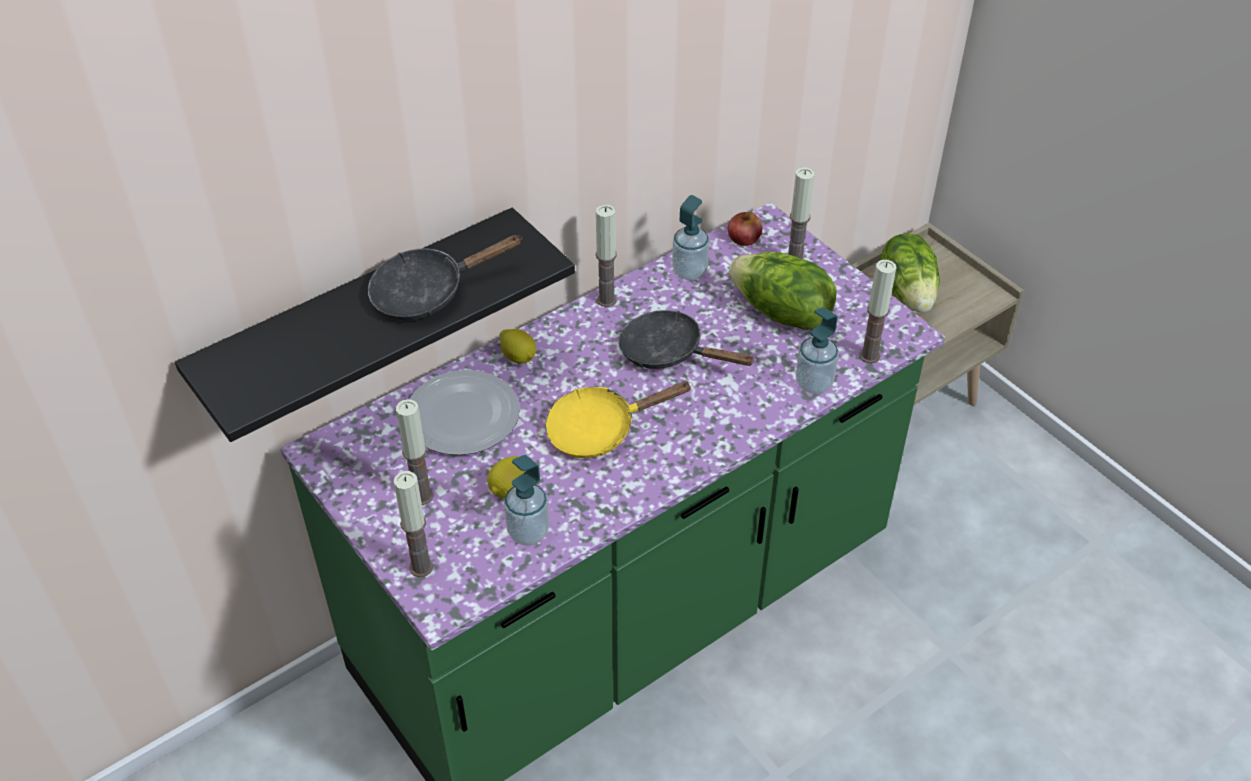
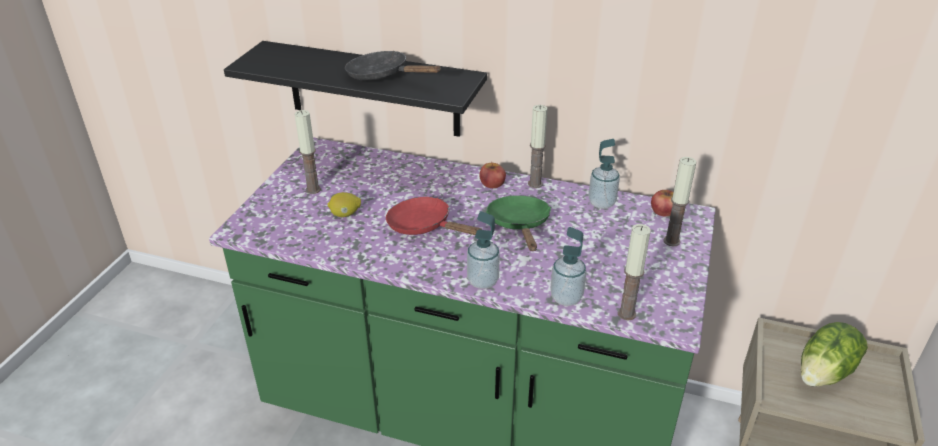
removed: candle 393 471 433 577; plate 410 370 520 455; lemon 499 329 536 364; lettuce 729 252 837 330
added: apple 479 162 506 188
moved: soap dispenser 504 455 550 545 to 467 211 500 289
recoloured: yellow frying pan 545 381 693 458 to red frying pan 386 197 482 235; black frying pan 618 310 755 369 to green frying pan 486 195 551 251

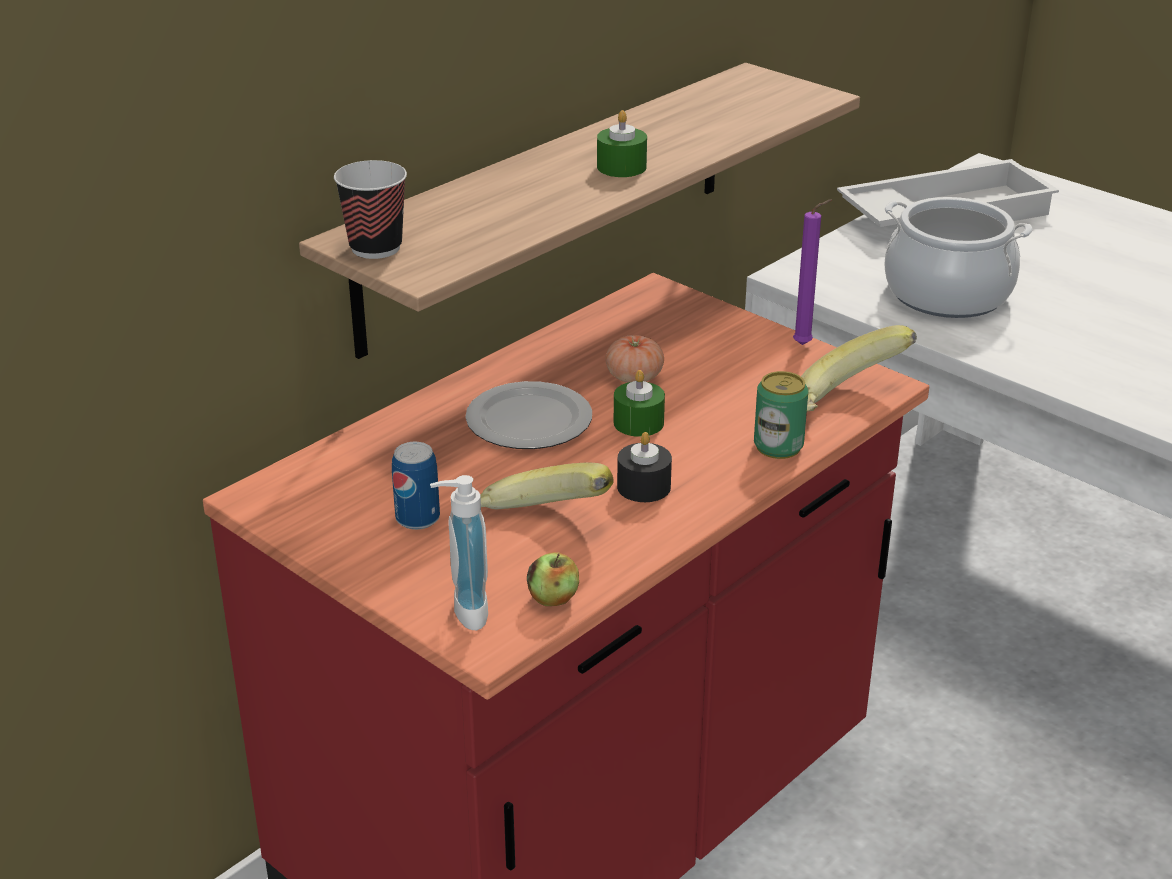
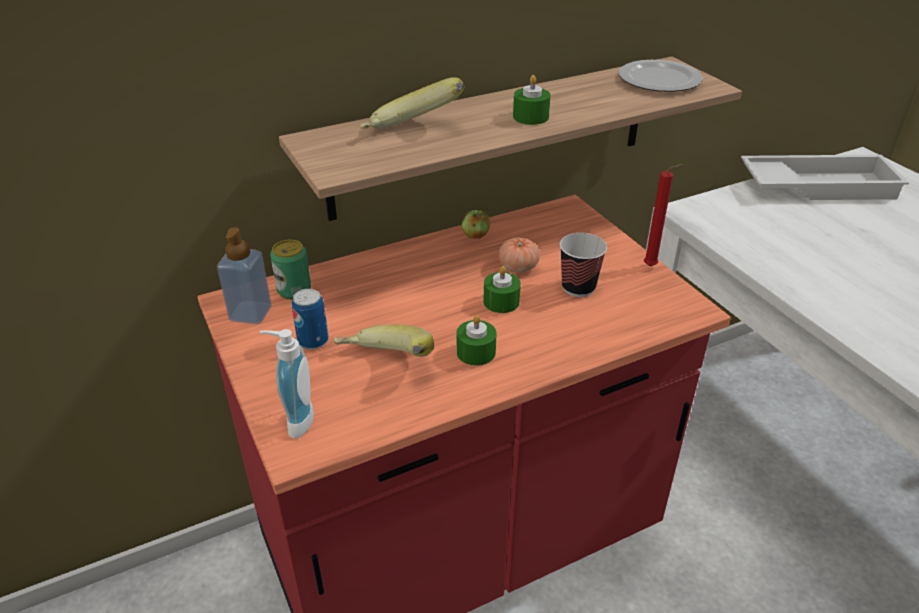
removed: cooking pot 884 197 1033 318
added: soap dispenser 217 227 271 324
moved: cup 334 160 407 259 to 560 233 607 297; plate 465 381 592 449 to 619 60 703 92; apple 527 552 579 606 to 462 210 490 239; can 754 371 808 459 to 270 240 311 300; banana 801 325 917 412 to 360 77 464 129
recoloured: black candle 617 432 672 502 to green candle 457 315 496 366; purple candle 793 199 832 345 to red candle 644 164 682 266

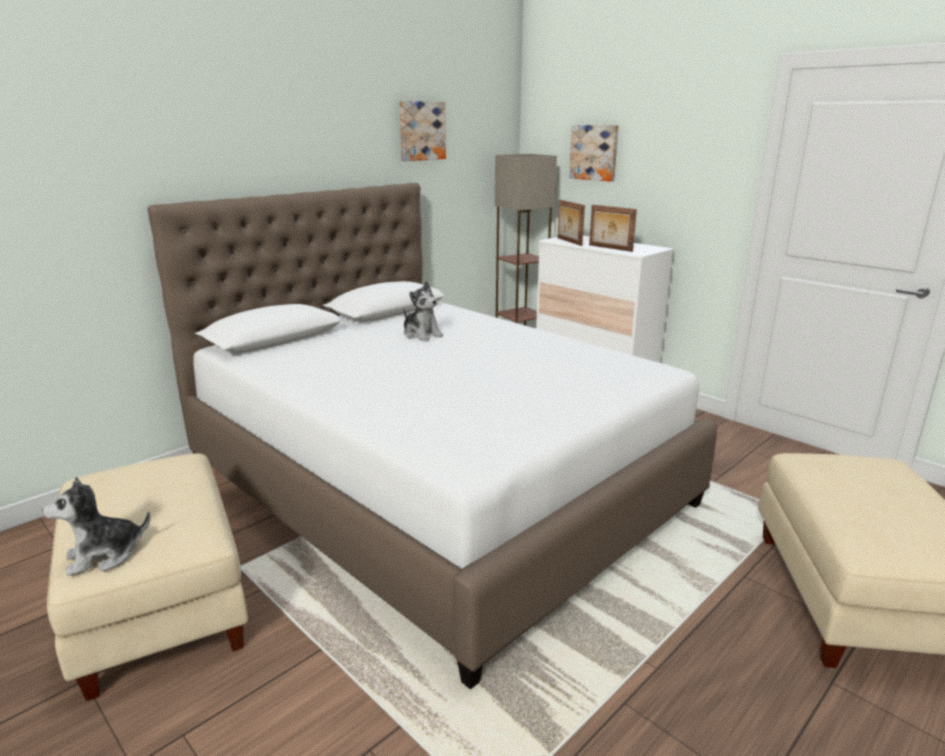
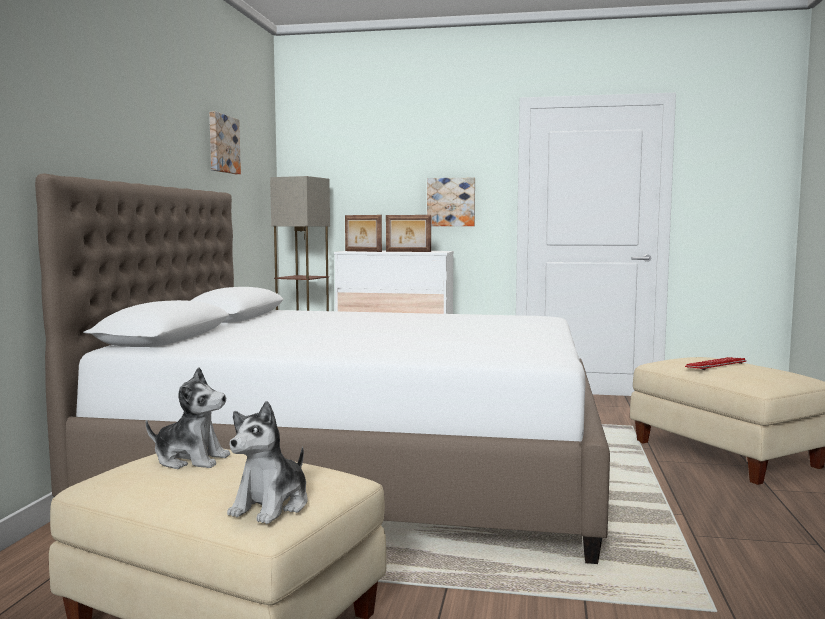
added: keyboard 685 357 747 370
moved: plush toy 403 281 443 341 to 146 367 230 469; picture 569 125 619 182 to 427 178 475 226

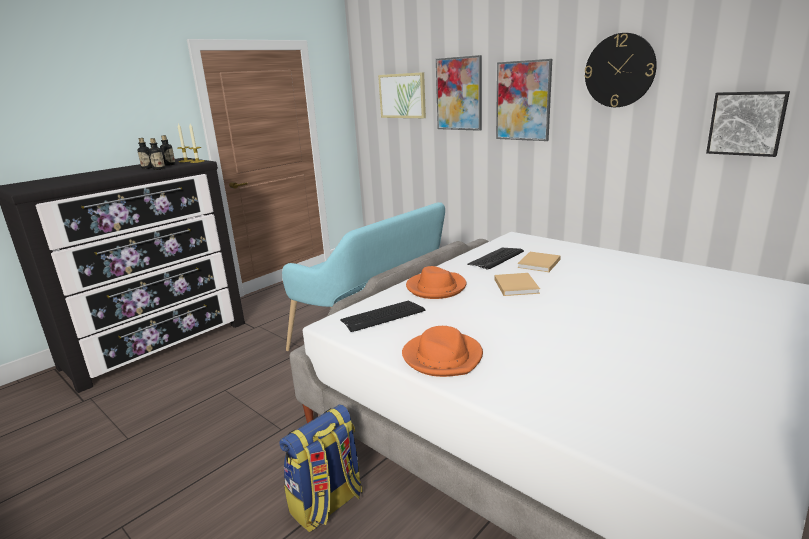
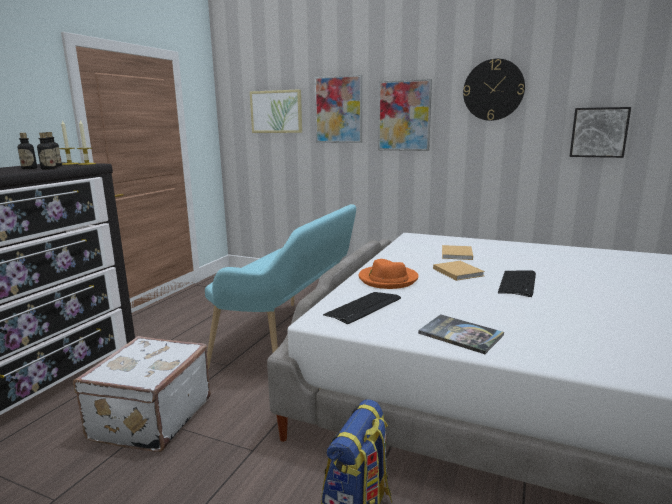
added: white suitcase 73 336 211 453
moved: keyboard 467 248 524 270 to 498 270 536 297
replaced: orange hat 402 326 483 377 to book 418 314 504 354

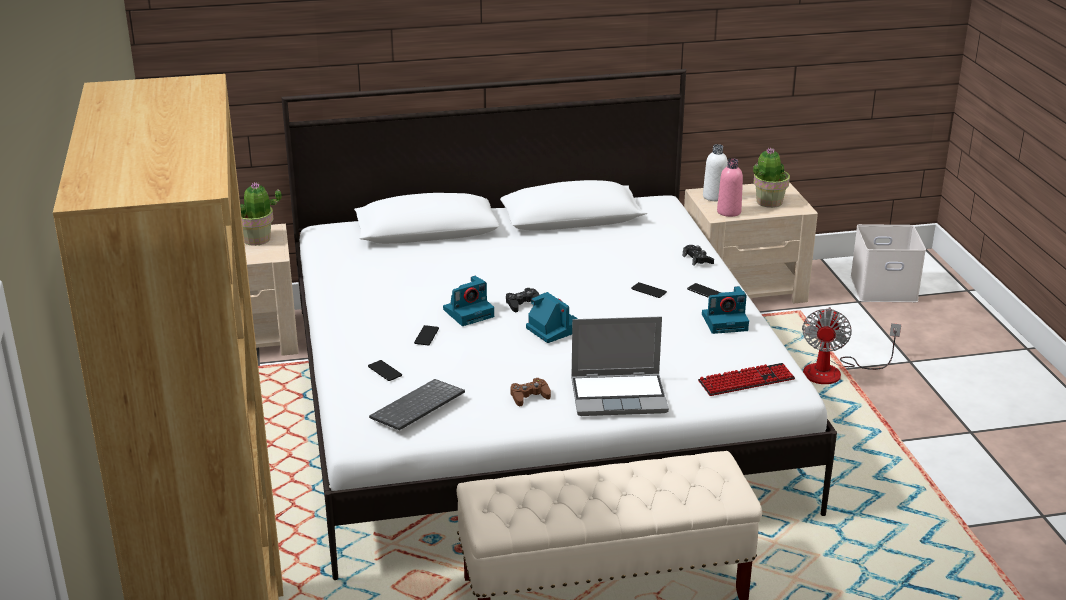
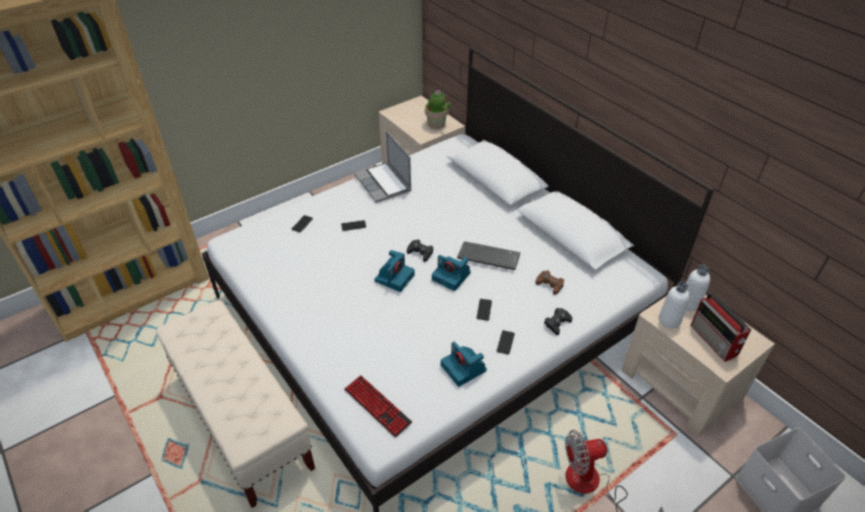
moved: keyboard 369 379 465 431 to 457 241 521 270; photo camera 443 276 494 326 to 432 255 471 291; brown game controller 510 378 551 406 to 536 270 564 295; laptop 571 316 669 416 to 354 131 412 203
replaced: potted plant 753 147 790 208 to radio 690 292 751 362
recoloured: pink bottle 717 158 743 217 to white bottle 659 281 690 328

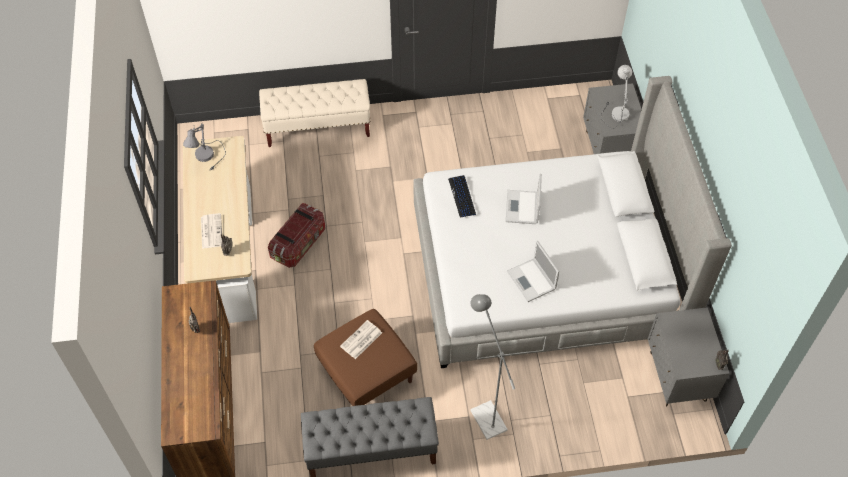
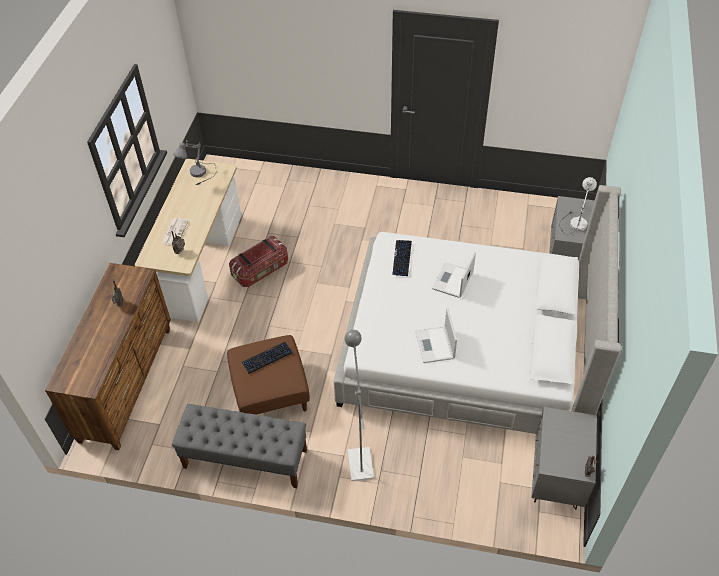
removed: beige bench 259 79 370 147
replaced: newspaper 340 320 382 359 to keyboard 242 342 292 374

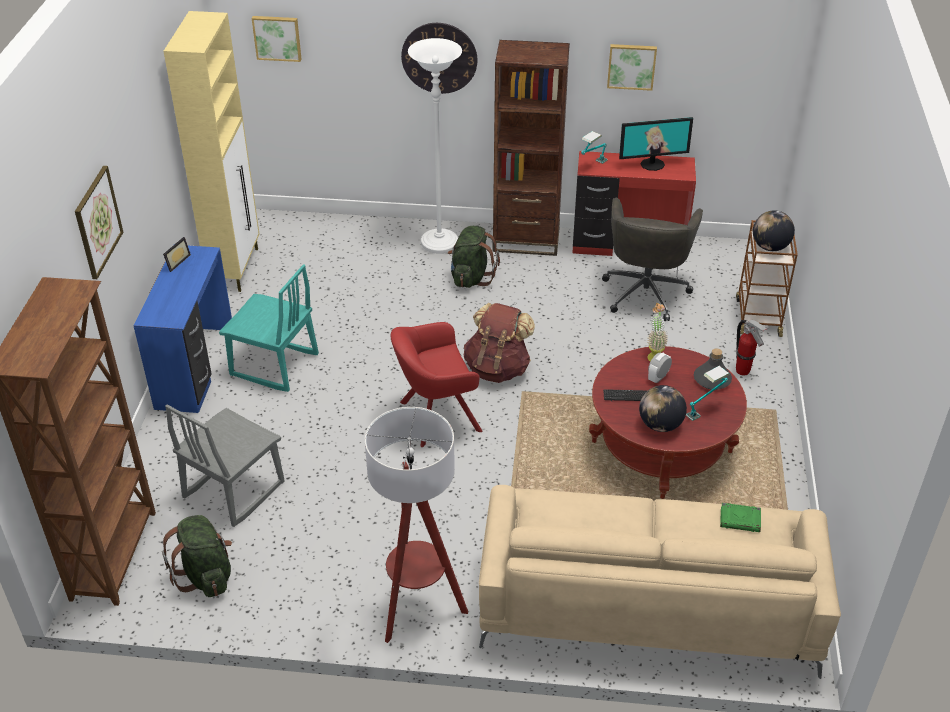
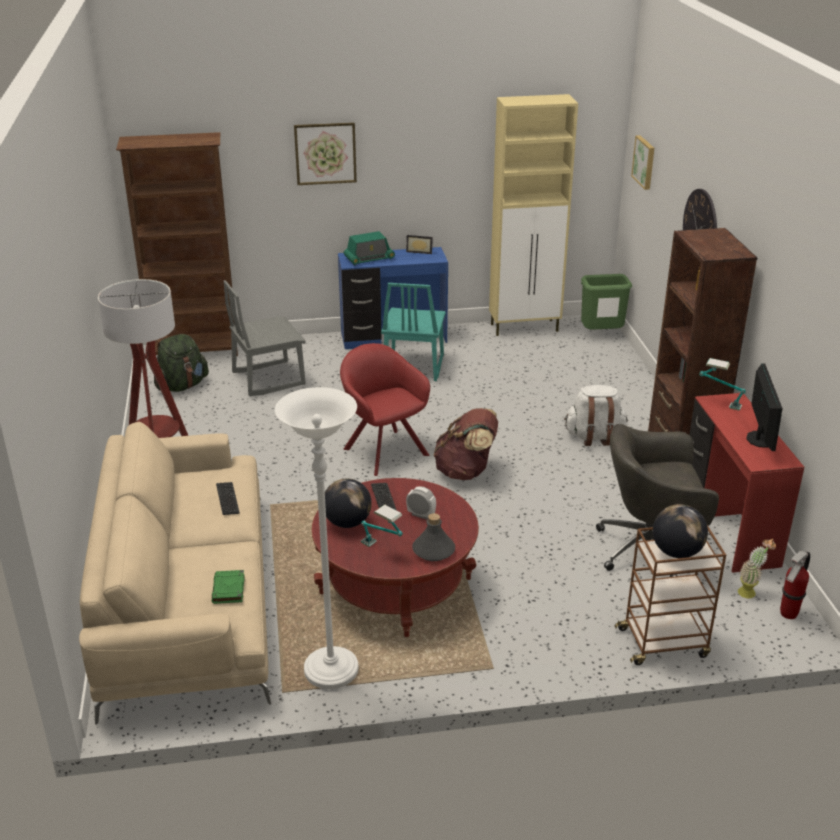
removed: picture 607 44 657 91
added: keyboard 216 482 240 515; radio 344 231 395 265; green trash can 581 274 632 330
moved: white floor lamp 408 38 462 254 to 275 387 359 689; potted plant 647 303 668 362 to 738 539 776 598; fire extinguisher 736 320 767 375 to 780 551 810 619
recoloured: green backpack 448 226 500 288 to white backpack 564 385 627 446
turned: grey chair 165 405 285 527 = 223 280 306 396 45 degrees counterclockwise; monitor 619 117 693 171 = 746 363 782 451 150 degrees counterclockwise

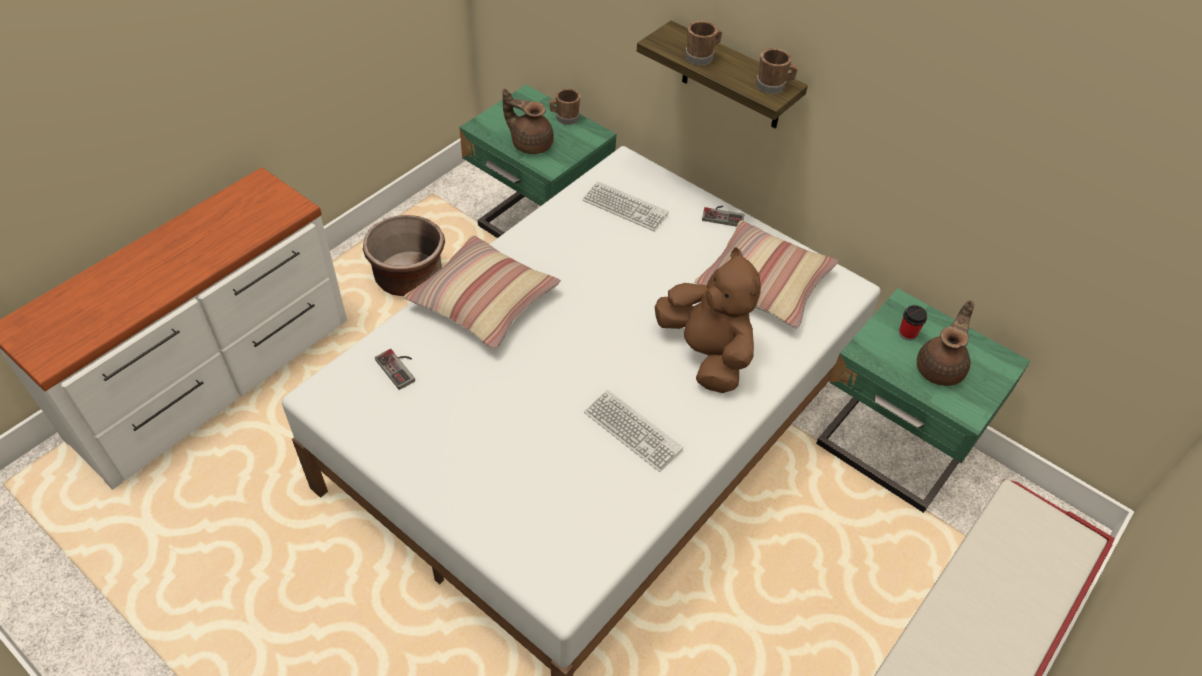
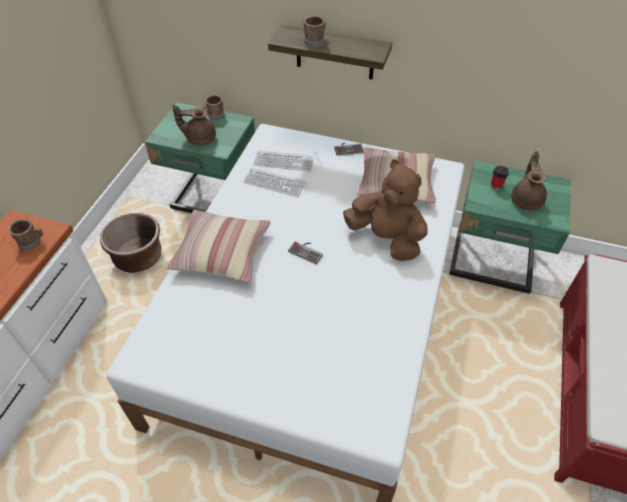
moved: game controller 375 349 415 390 to 288 242 323 264; keyboard 584 390 683 472 to 243 167 306 197; brown mug 756 48 798 94 to 8 219 43 251

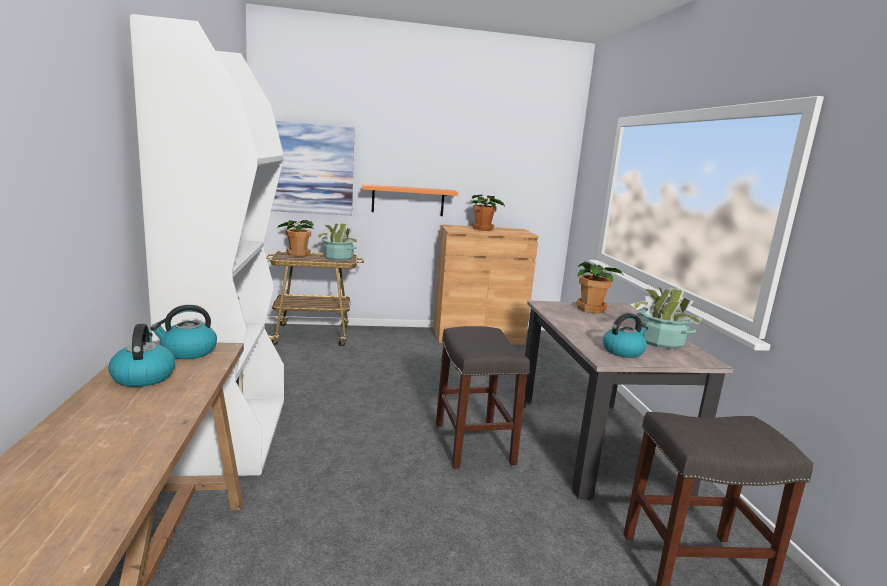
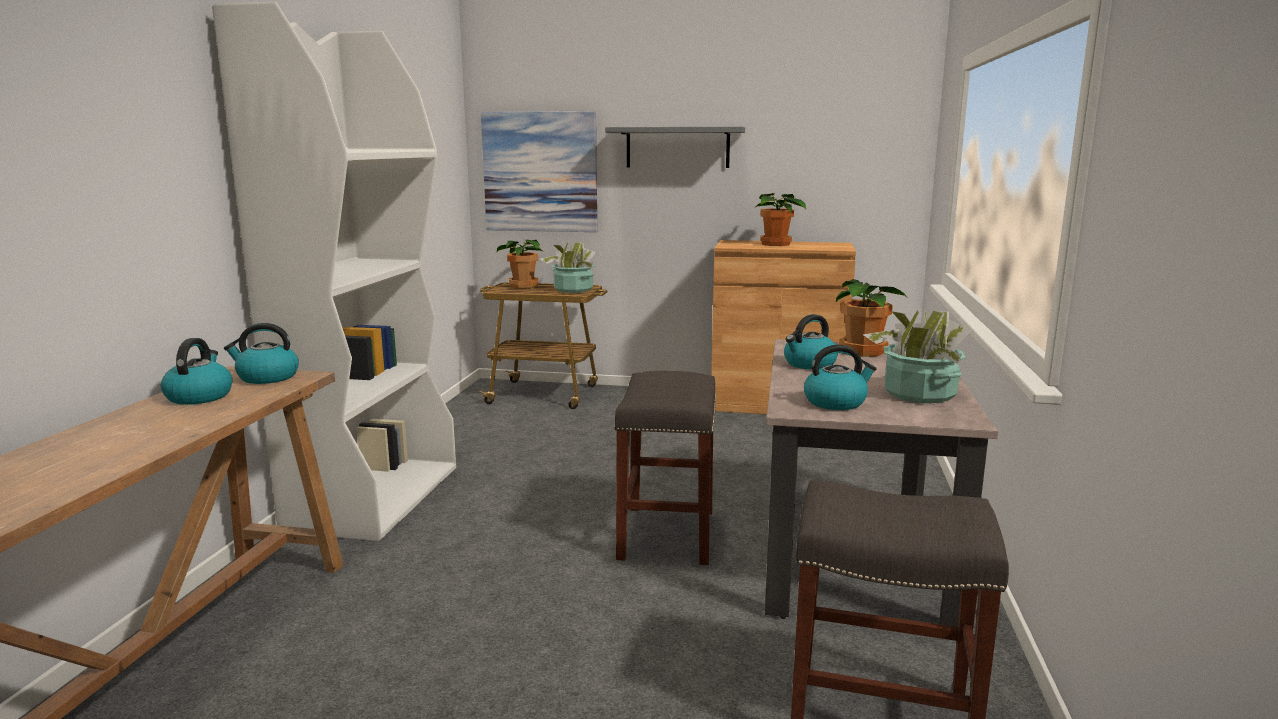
removed: orange shelf 362 184 458 216
added: grey shelf 605 127 745 168; kettle 784 314 838 370

